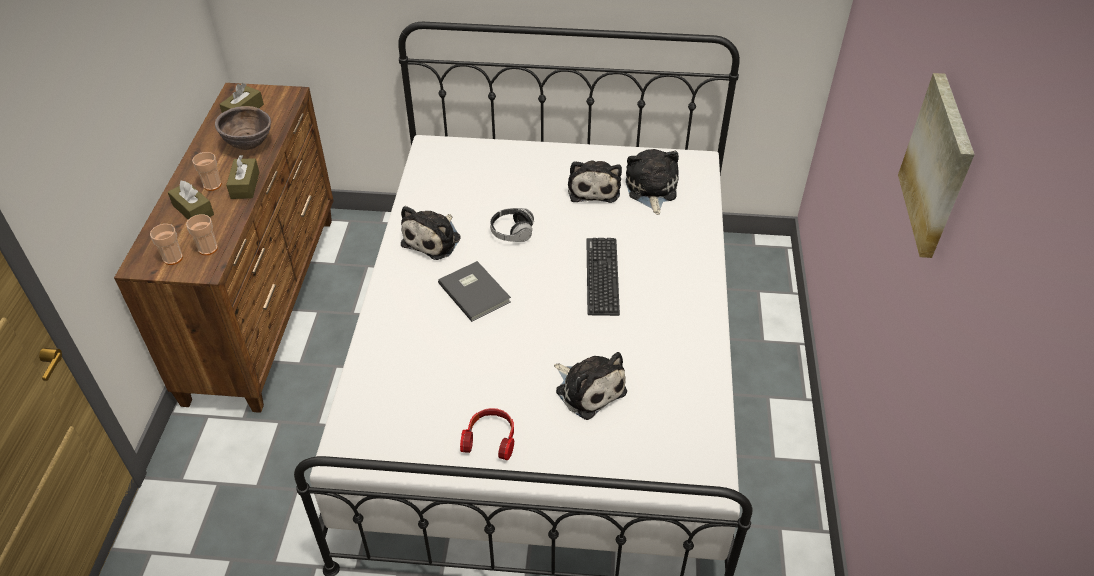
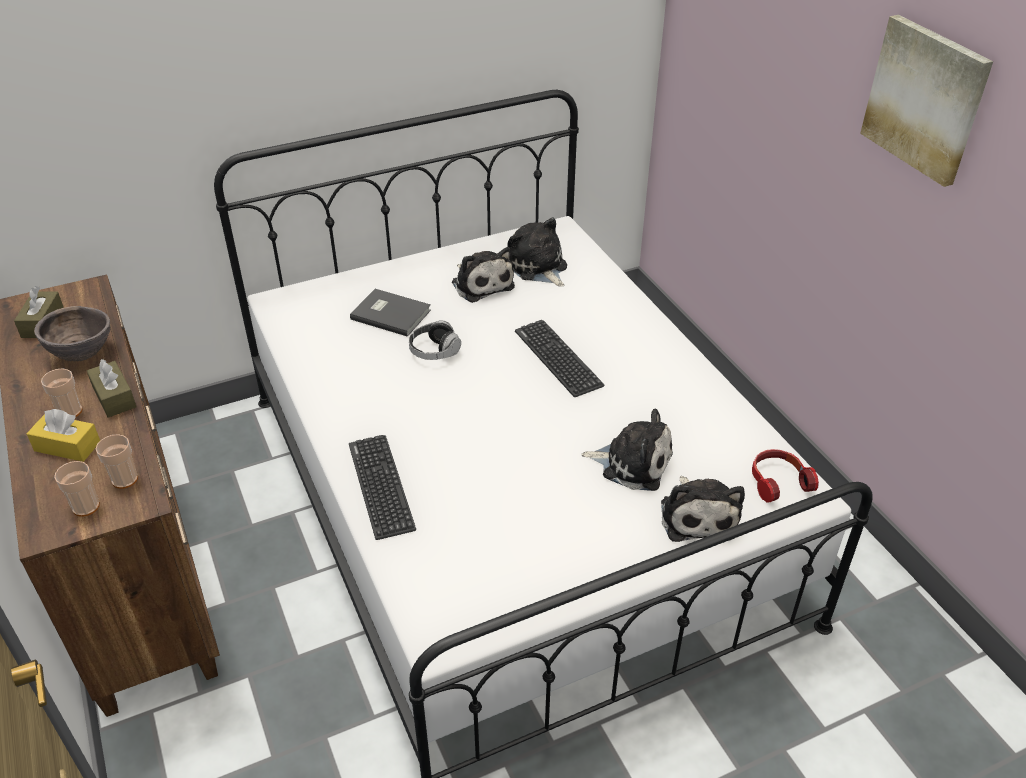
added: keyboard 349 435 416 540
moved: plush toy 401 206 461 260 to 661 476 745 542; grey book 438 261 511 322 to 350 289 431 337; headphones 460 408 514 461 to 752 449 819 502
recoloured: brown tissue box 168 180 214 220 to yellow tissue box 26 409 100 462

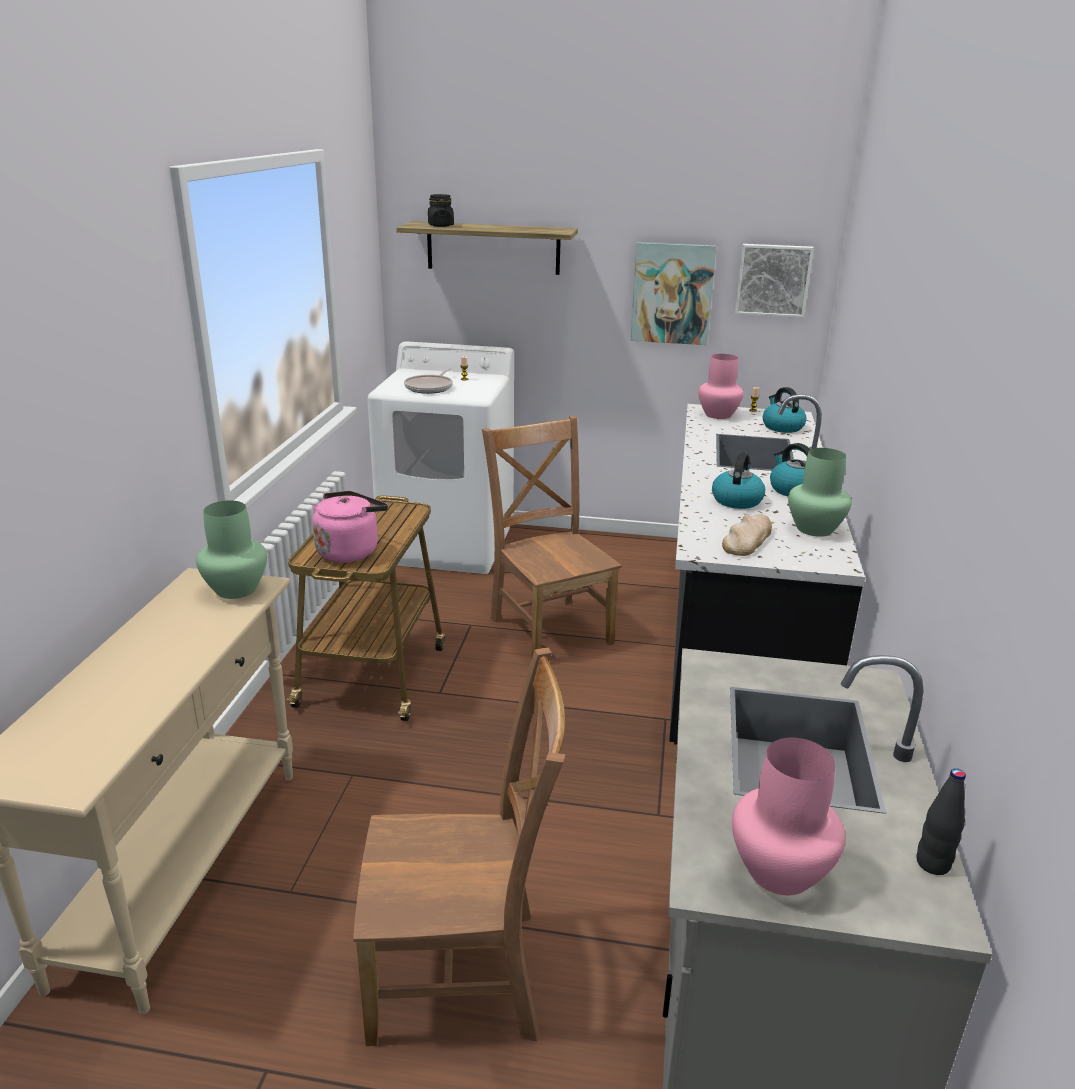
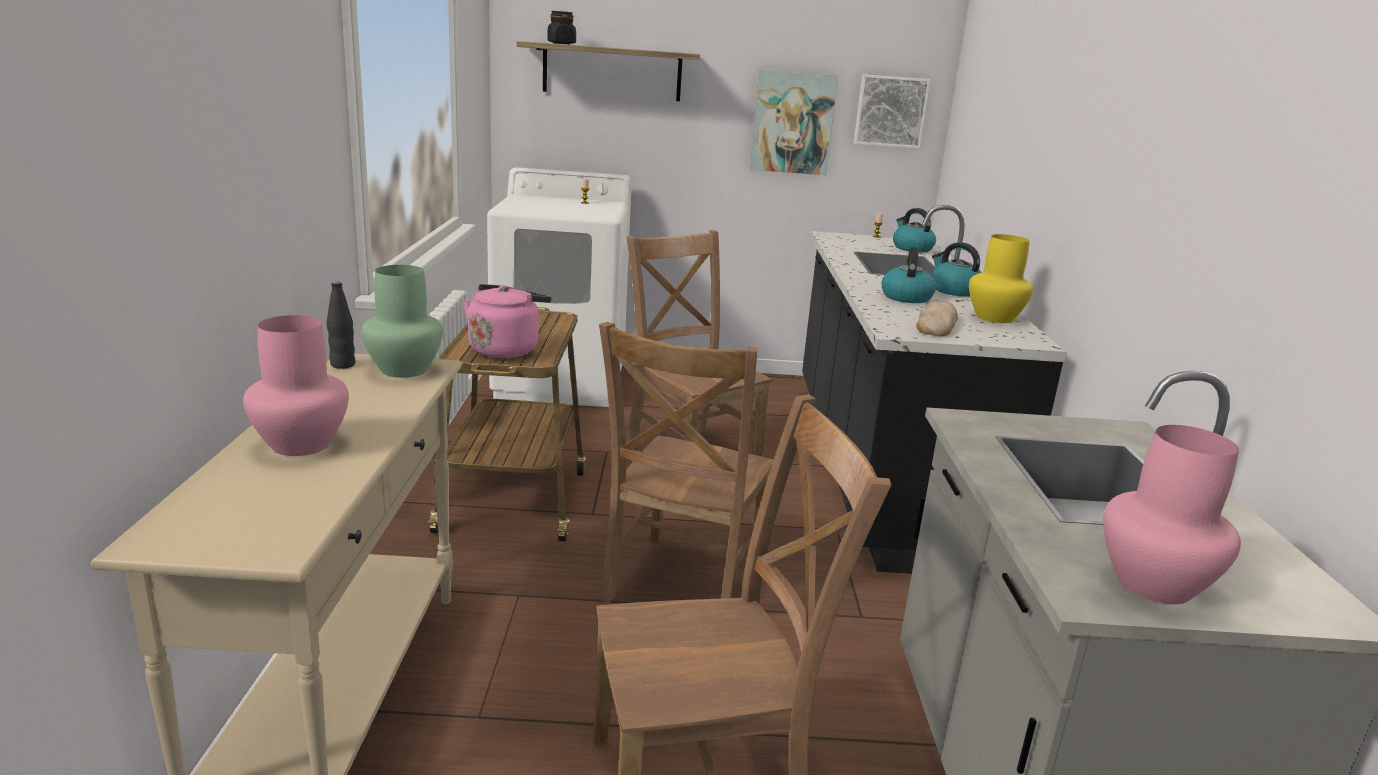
removed: frying pan 404 368 453 394
added: brown chair 599 322 773 603
moved: pink vase 698 354 744 419 to 243 315 349 456; black bottle 916 768 966 875 to 327 282 356 369
recoloured: green vase 788 448 852 537 to yellow vase 969 234 1033 323

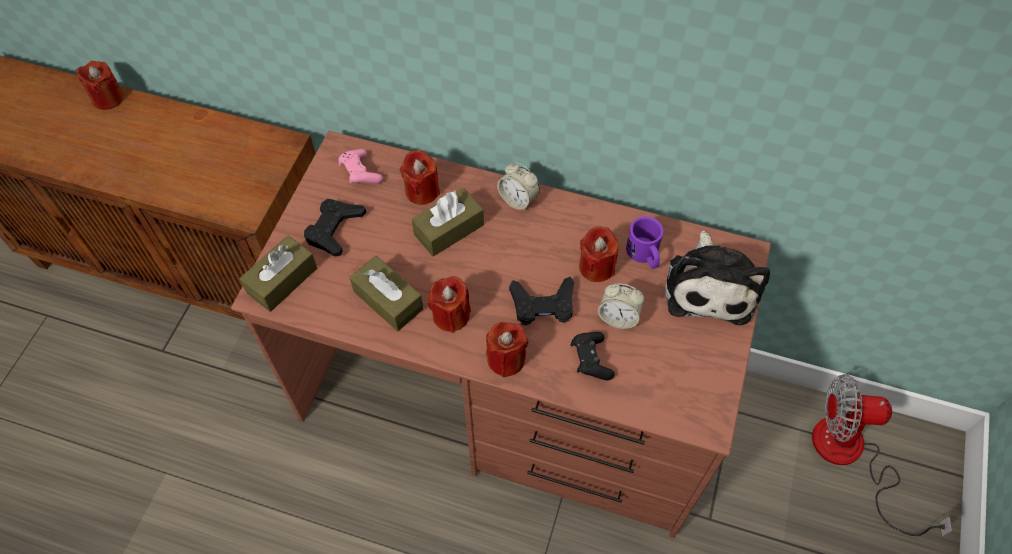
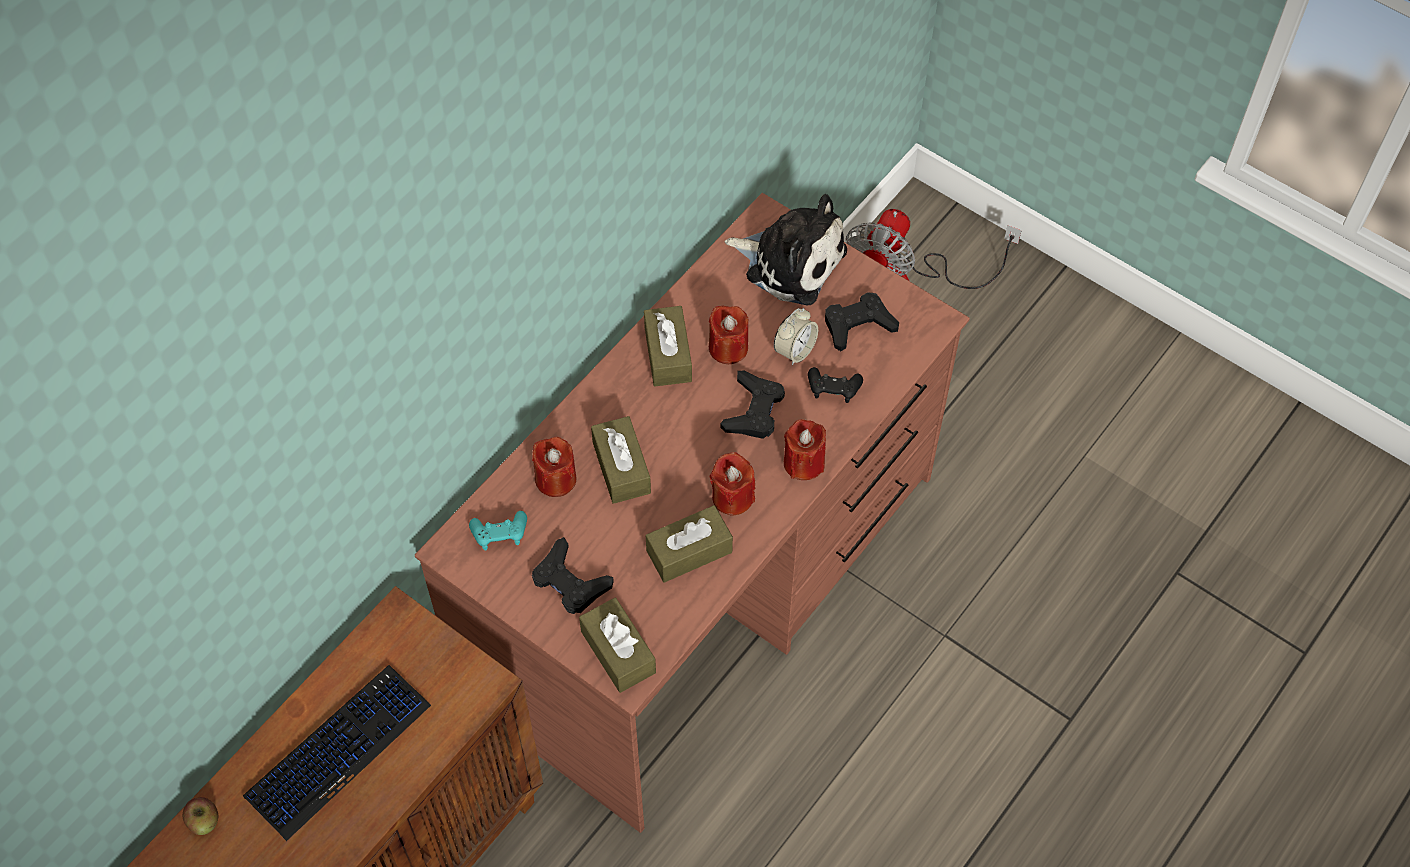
removed: alarm clock 497 162 540 211; purple mug 626 216 663 269
added: keyboard 243 665 431 841; brown tissue box 644 306 692 387; black game controller 825 293 899 351
replaced: red candle 76 61 124 110 to apple 183 797 218 835
recoloured: pink game controller 338 149 383 184 to turquoise game controller 469 511 527 551

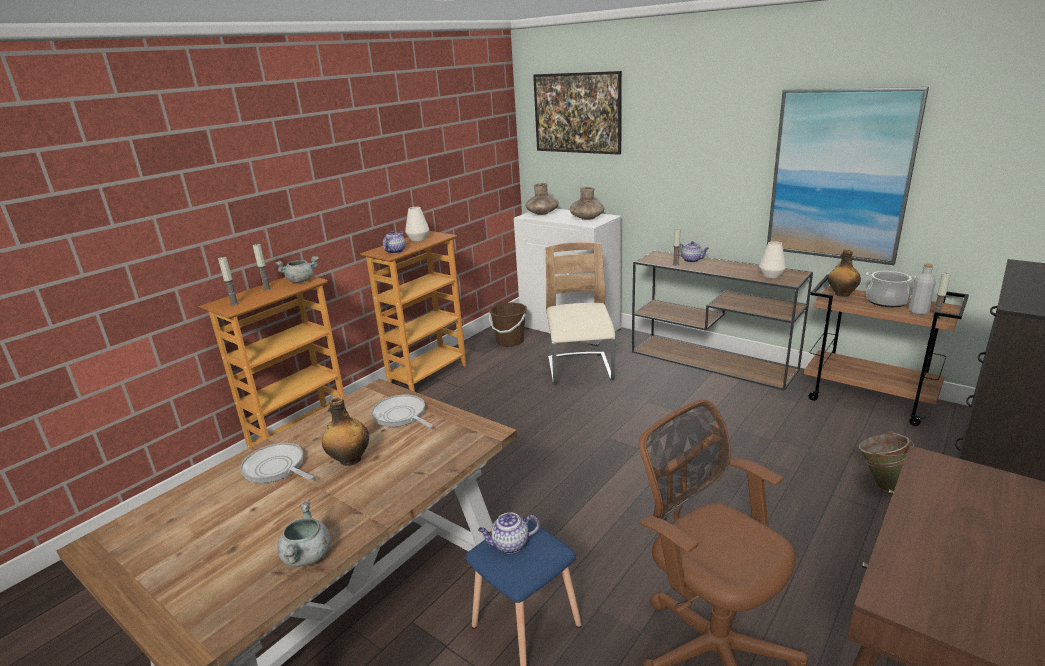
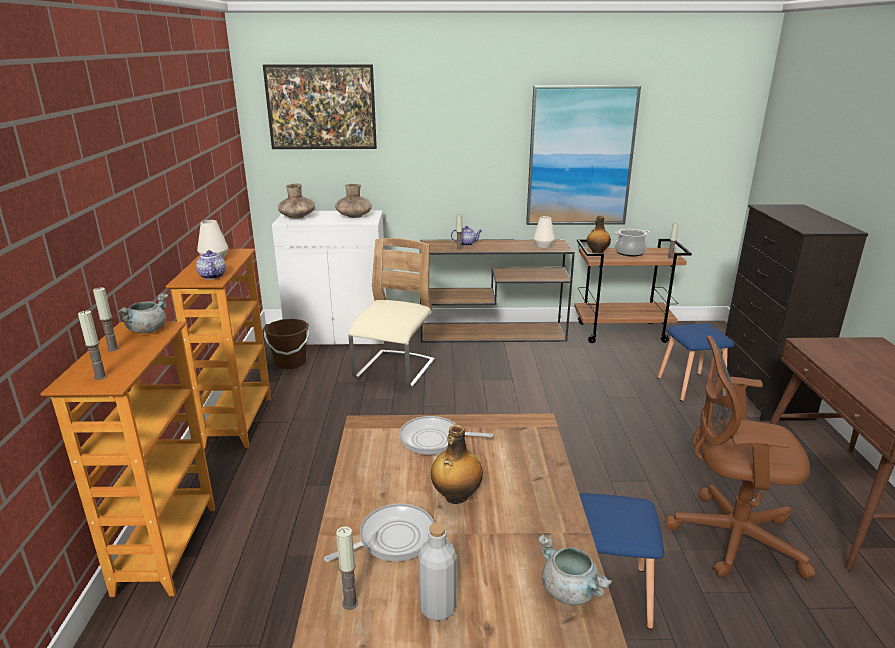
removed: teapot 478 512 540 554
added: candle 336 526 358 610
moved: grey bottle 909 263 936 315 to 418 522 457 621
replaced: green bucket 859 431 914 492 to blue stool 658 323 735 401
turned: frying pan 240 443 314 483 = 324 504 434 562 150 degrees clockwise; beige chair 546 242 615 385 = 348 238 435 388 60 degrees clockwise

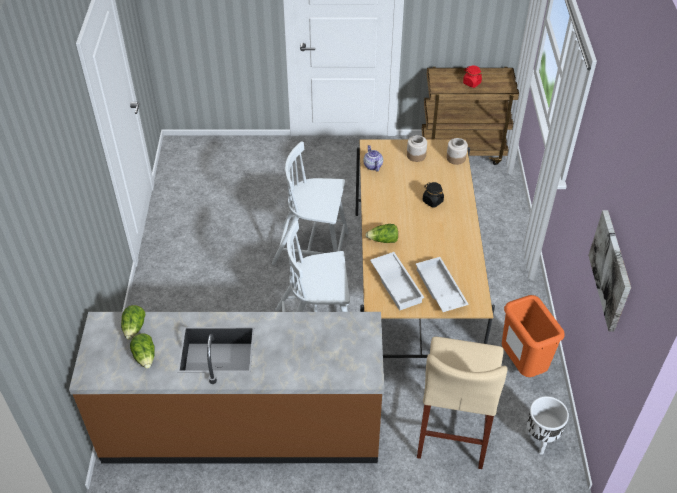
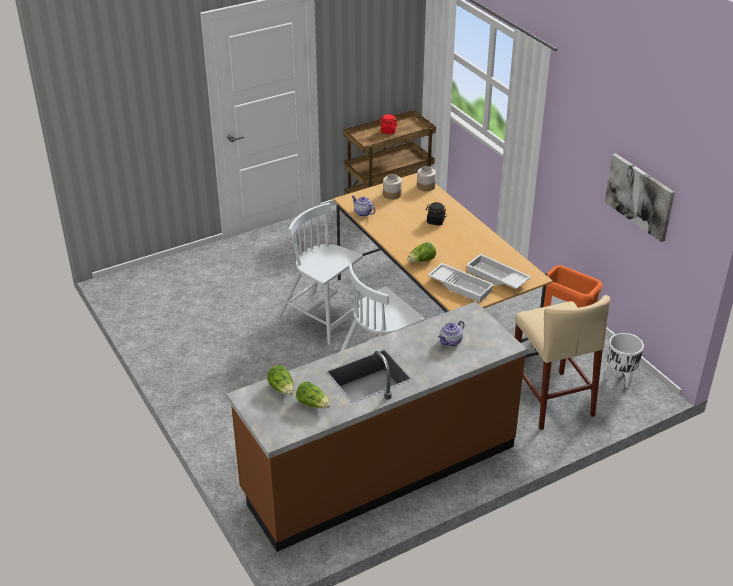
added: teapot 439 320 464 346
turned: white chair 272 141 349 265 = 278 203 363 345 60 degrees clockwise

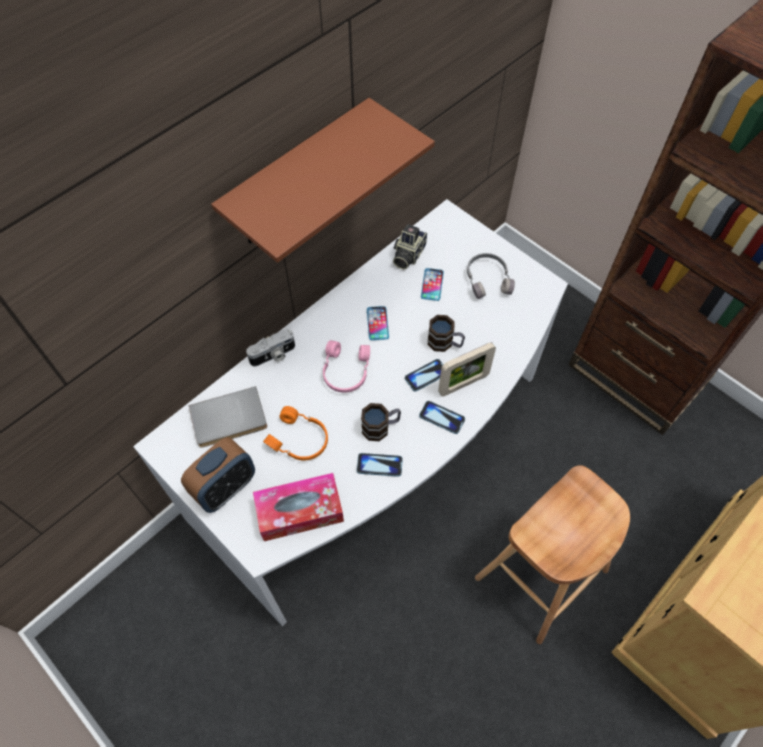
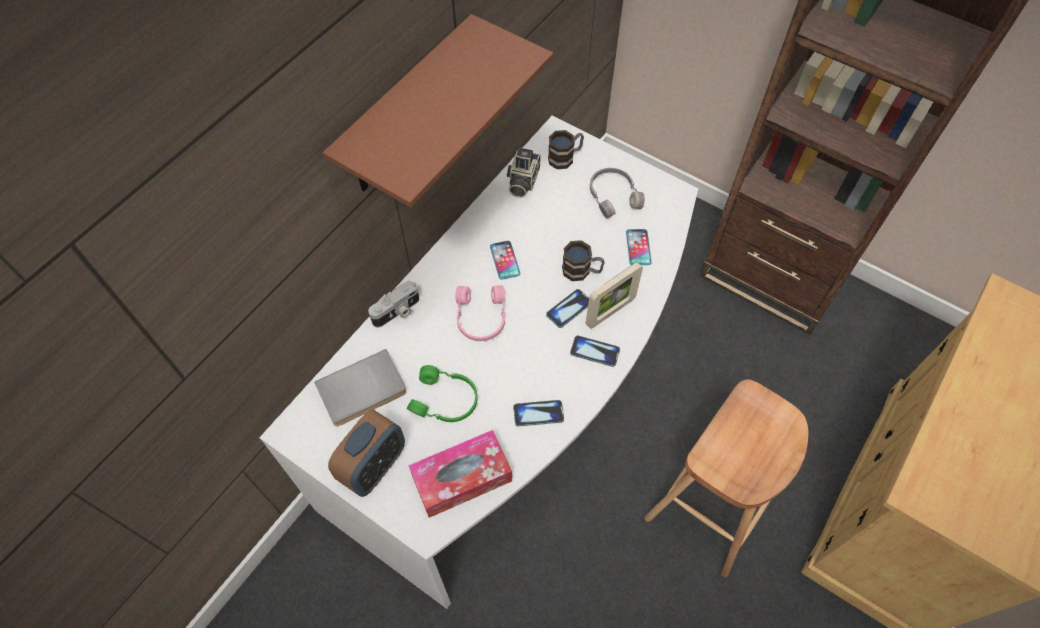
moved: mug 361 403 401 441 to 548 130 584 169; phone 421 268 444 301 to 626 229 652 265
recoloured: orange headphones 263 406 328 460 to green headphones 407 365 478 422

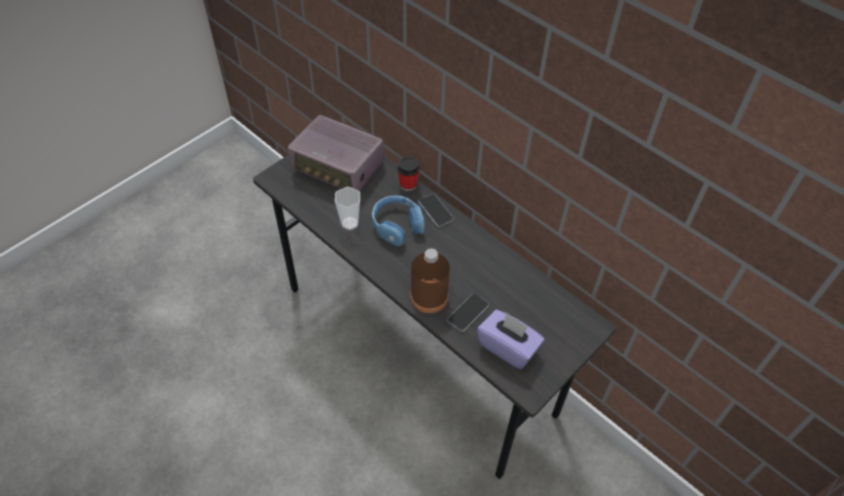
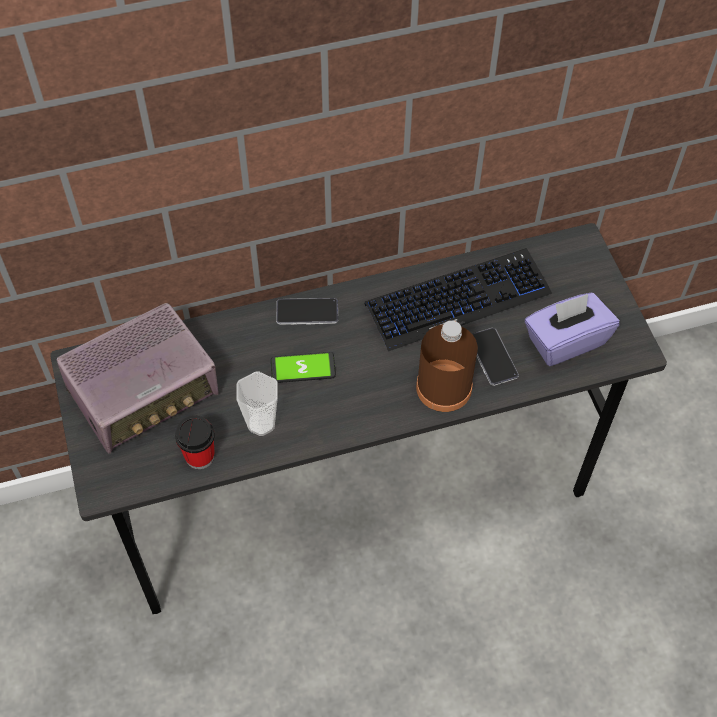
added: keyboard 365 248 552 352
moved: cup 397 156 420 191 to 175 416 215 469
replaced: blue headphones 372 196 425 246 to phone 271 352 336 383

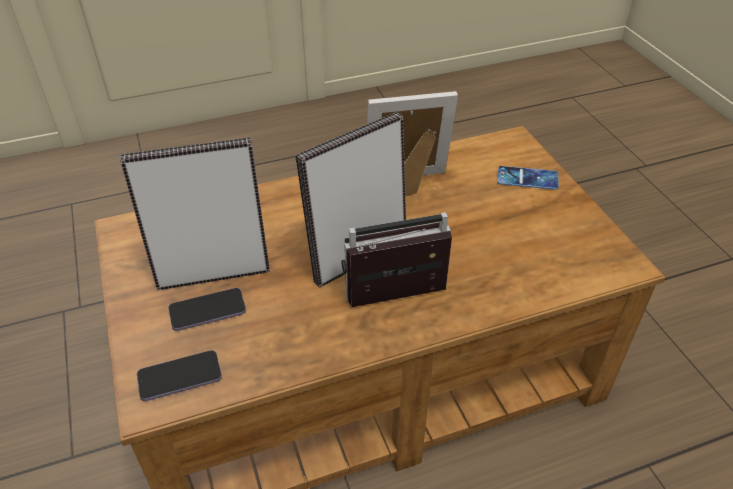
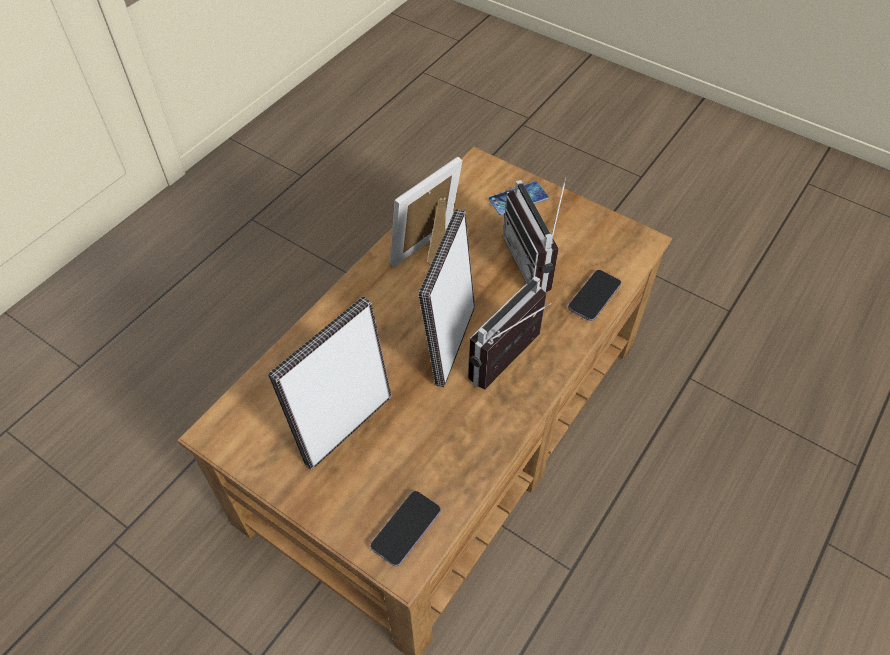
added: radio 503 177 566 292
moved: phone 168 288 246 331 to 568 270 621 321

